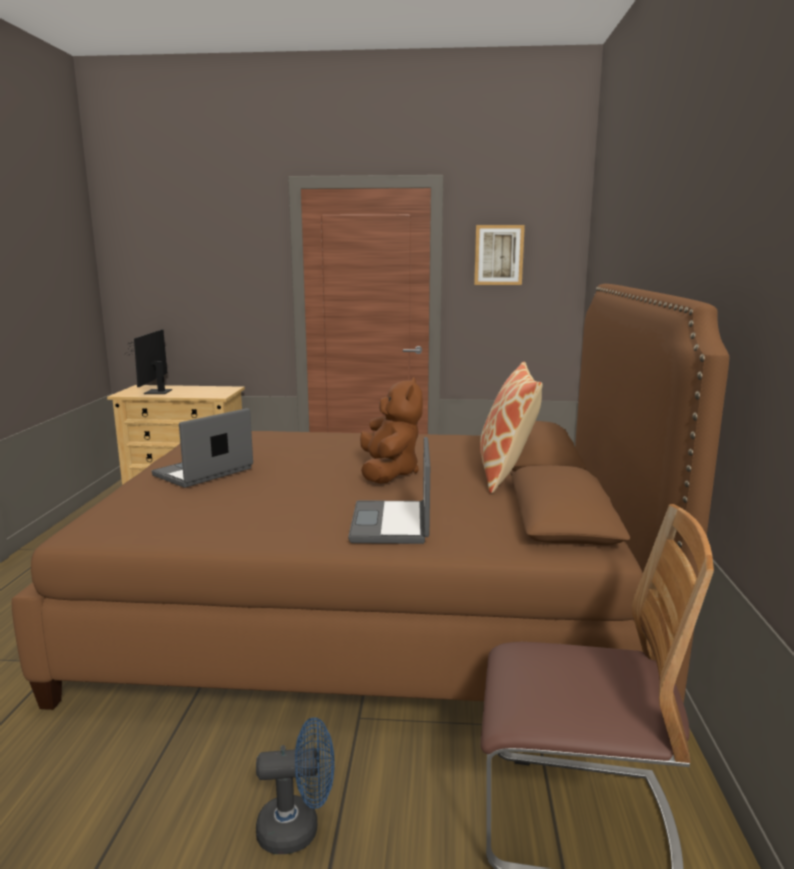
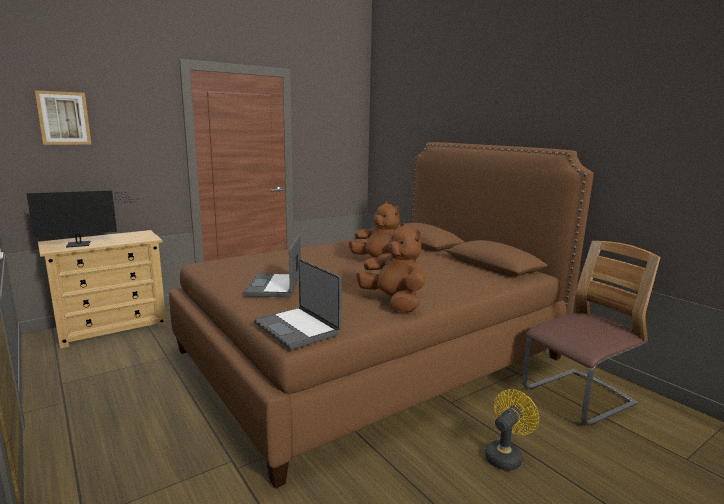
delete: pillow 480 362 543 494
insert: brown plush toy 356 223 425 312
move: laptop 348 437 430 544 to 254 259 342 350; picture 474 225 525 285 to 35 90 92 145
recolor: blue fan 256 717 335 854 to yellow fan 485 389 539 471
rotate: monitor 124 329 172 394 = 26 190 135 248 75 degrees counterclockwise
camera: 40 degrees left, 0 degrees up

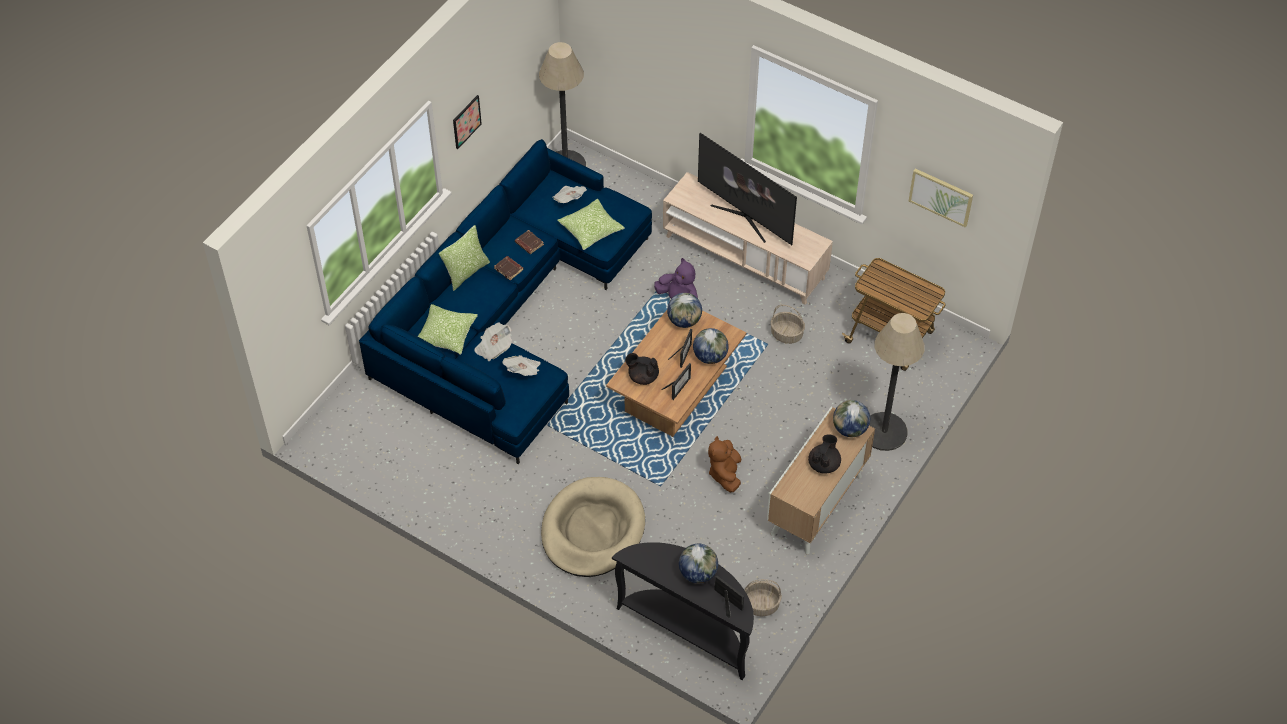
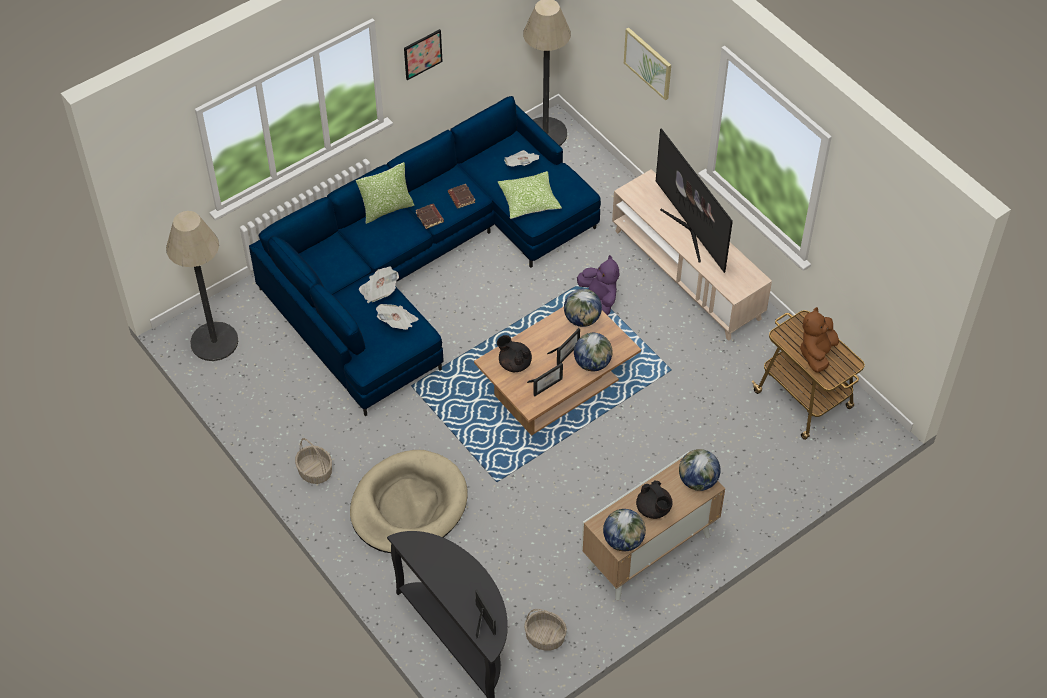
delete: pillow 418 304 478 355
move: globe 679 544 718 583 to 603 509 646 551; brown plush toy 708 436 741 492 to 800 307 839 373; basket 770 305 805 344 to 295 438 332 484; floor lamp 869 313 925 451 to 166 211 238 361; picture 909 169 973 228 to 624 27 671 100
rotate: black teapot 808 434 841 474 = 636 481 673 519 105 degrees clockwise
camera: 20 degrees right, 0 degrees up

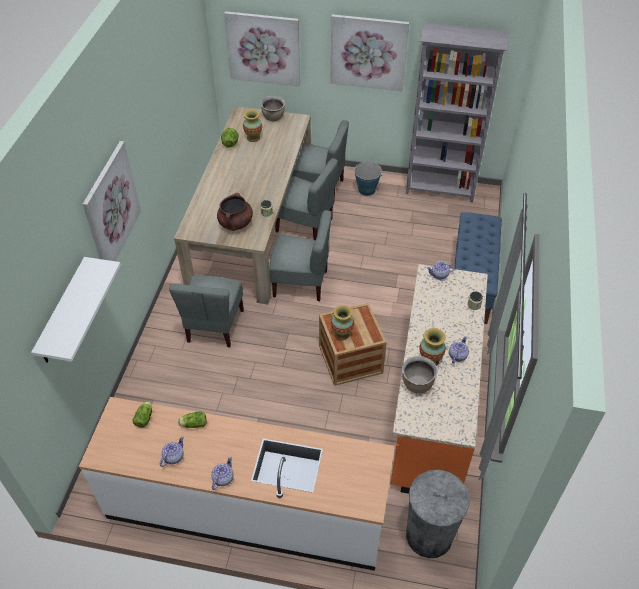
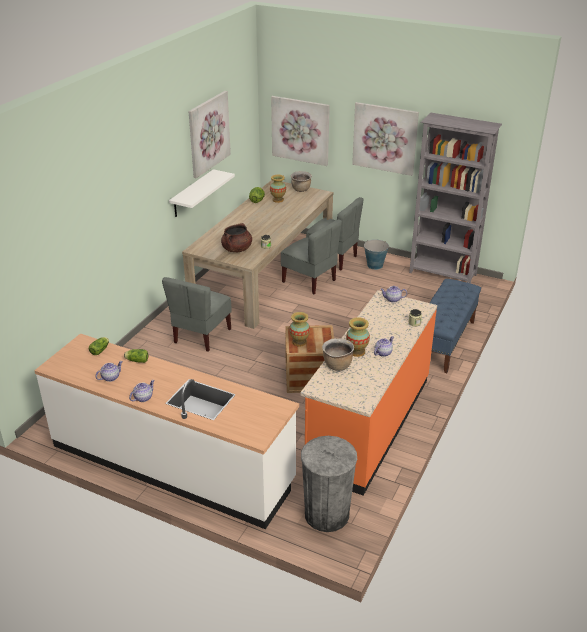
delete: grey chair 269 210 332 301
move: white shelf 31 257 121 363 to 169 169 235 217; picture 83 141 141 261 to 189 91 231 178
camera: 15 degrees right, 15 degrees down

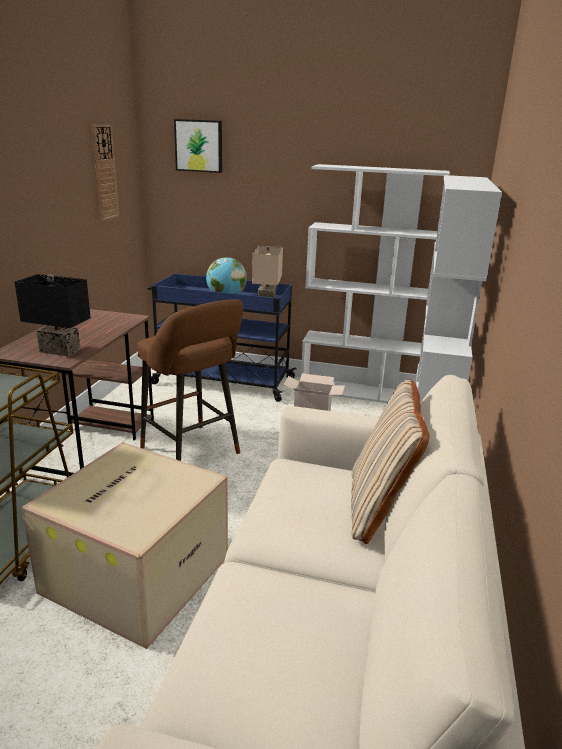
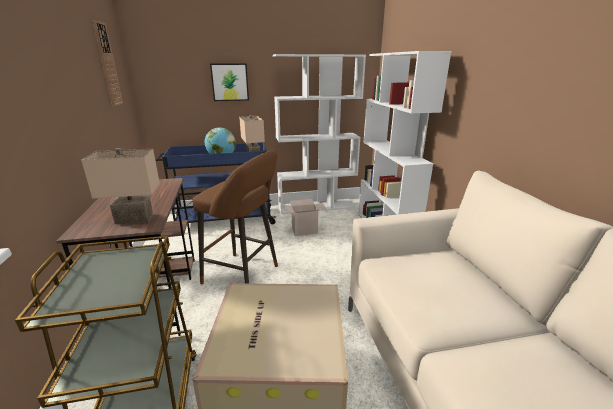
delete: beige pillow 351 379 430 544
move: picture 174 119 222 173 to 210 64 249 101
recolor: black table lamp 15 274 91 356 to beige table lamp 81 148 160 224
camera: 25 degrees left, 0 degrees up

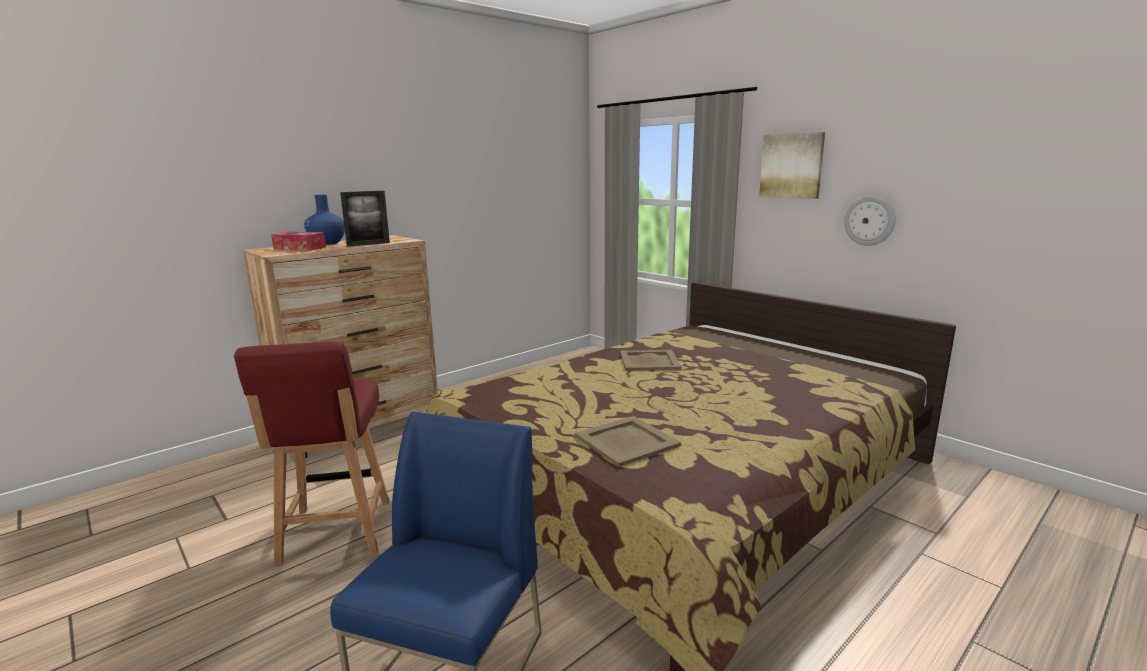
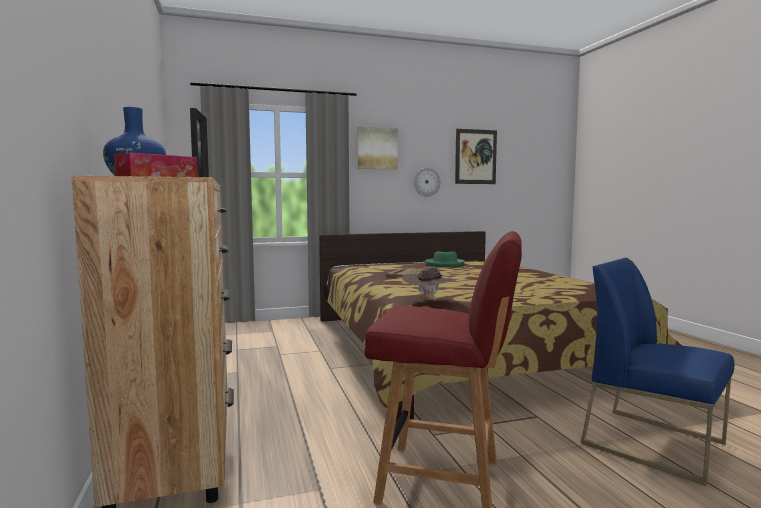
delete: beige tray 575 416 681 467
insert: brown hat 402 266 459 301; green hat 425 252 465 267; picture 455 129 497 184
camera: 65 degrees left, 10 degrees down

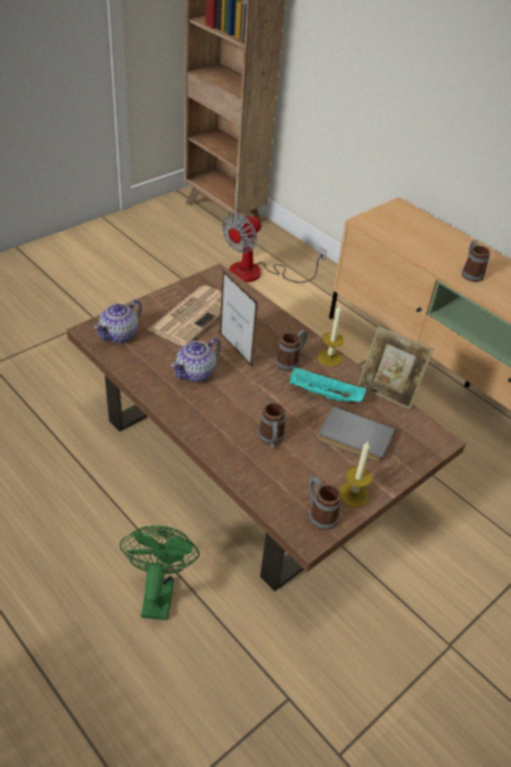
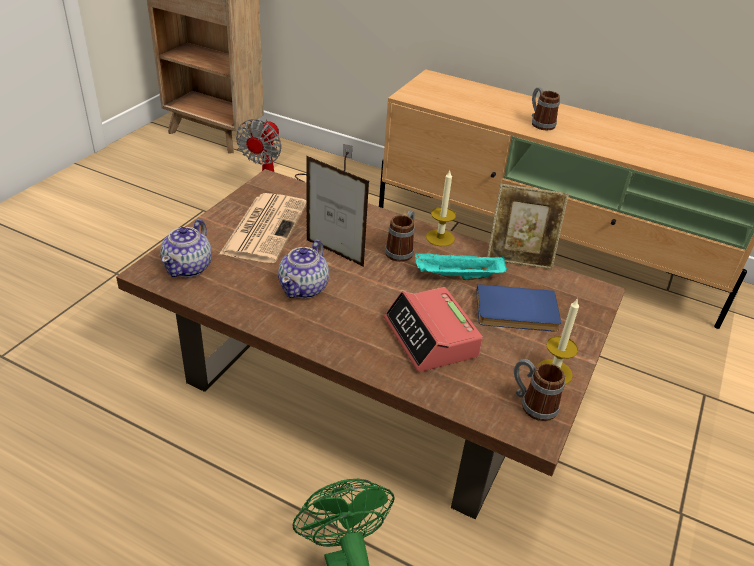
replace: mug 258 403 286 448 to alarm clock 384 287 483 372
recolor: grey book 318 406 395 463 to blue book 476 284 561 332
camera: 20 degrees left, 5 degrees down

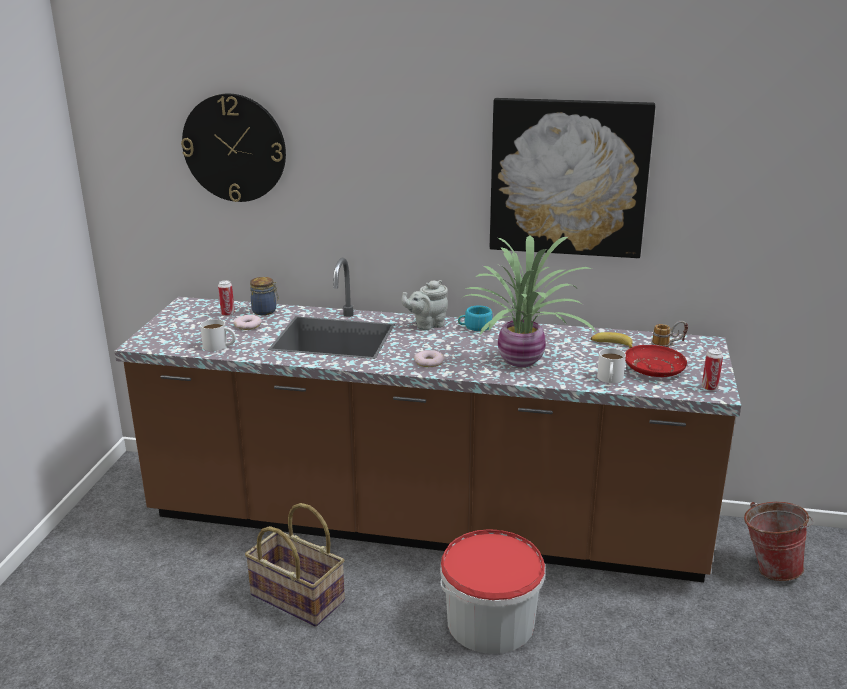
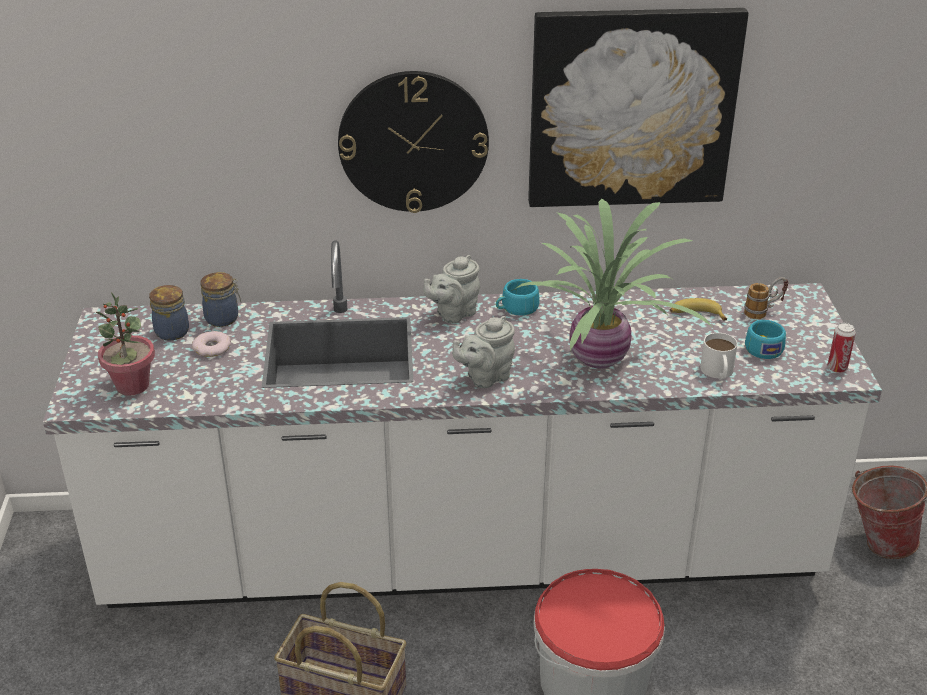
delete: white mug 200 319 236 351
insert: potted plant 96 292 155 396
move: wall clock 181 94 286 202 to 338 71 489 213
replace: can 218 280 235 316 to jar 149 285 189 341; donut 414 350 445 367 to grey teapot 452 316 515 388; red plate 625 345 687 377 to turquoise cup 745 320 786 359
recolor: brown counter 115 258 741 582 to white counter 43 240 882 608
camera: 15 degrees left, 10 degrees up

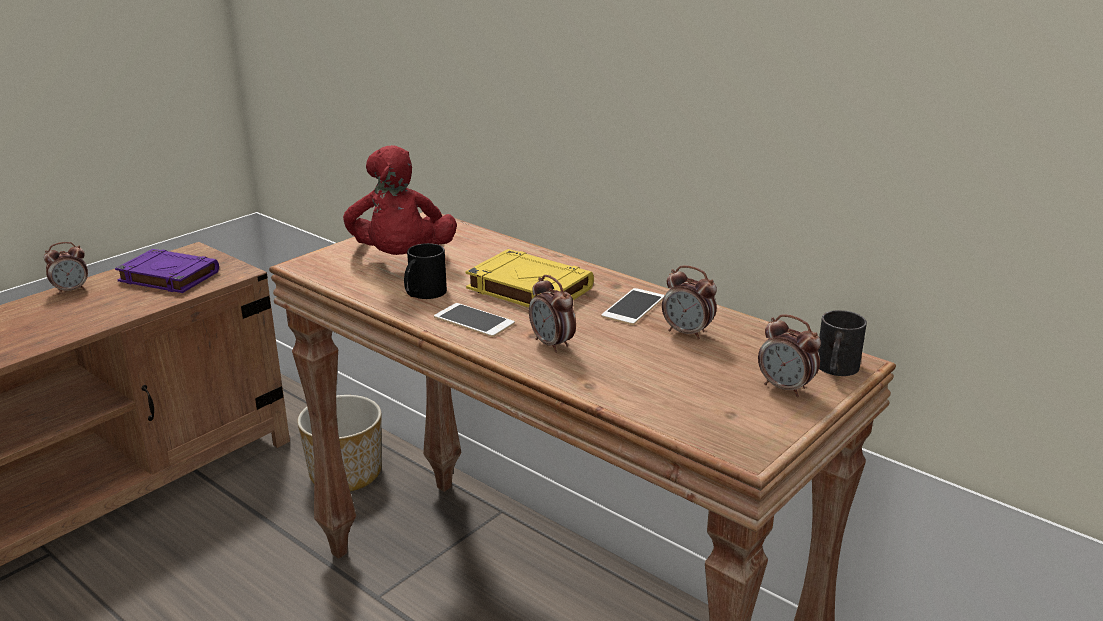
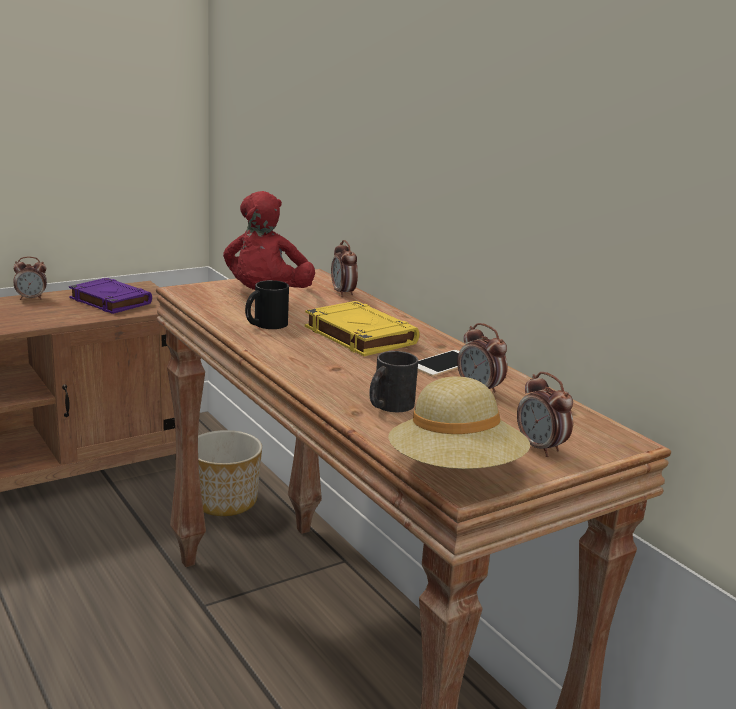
delete: phone 434 303 515 337
insert: beige hat 388 376 530 469
move: alarm clock 529 275 576 353 to 331 240 358 297; black mug 818 310 867 376 to 369 351 418 412
camera: 15 degrees right, 5 degrees down

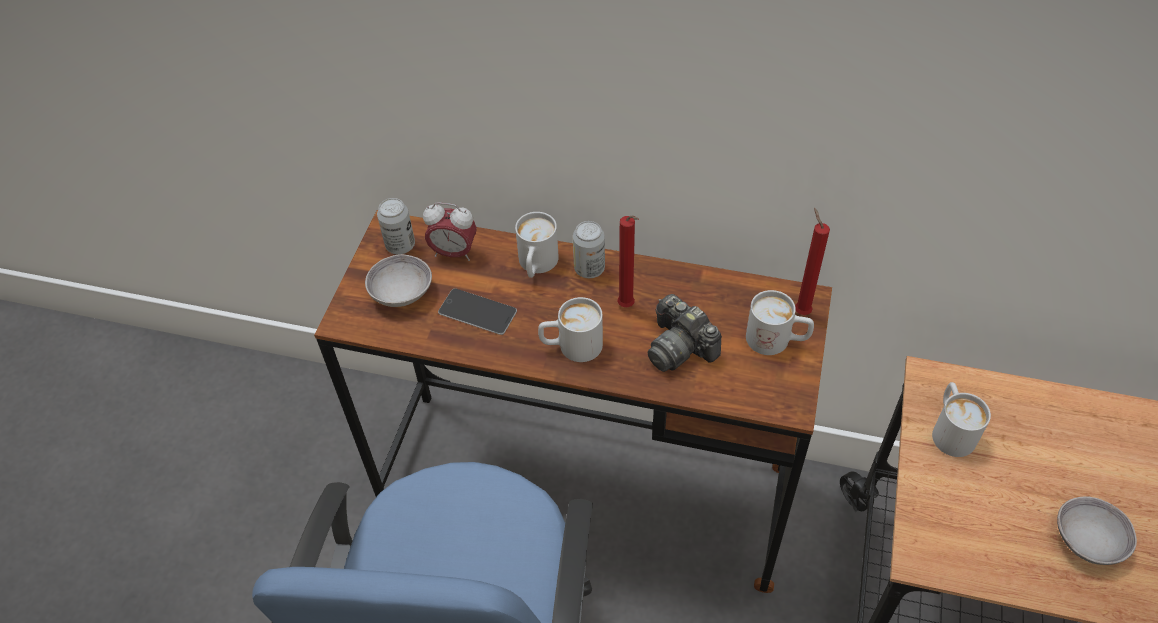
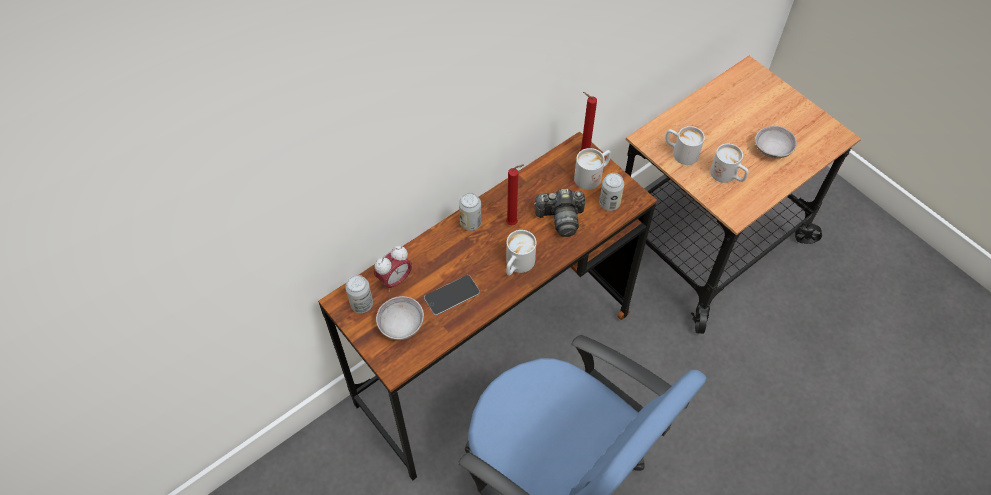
insert: can 599 173 624 211
move: white mug 515 212 559 278 to 710 143 749 183
camera: 55 degrees left, 5 degrees up

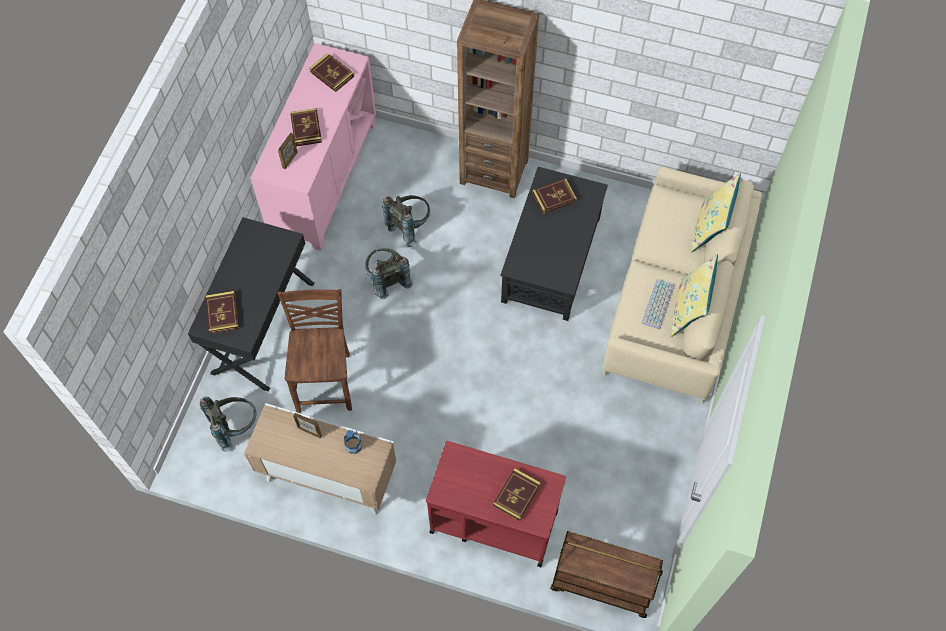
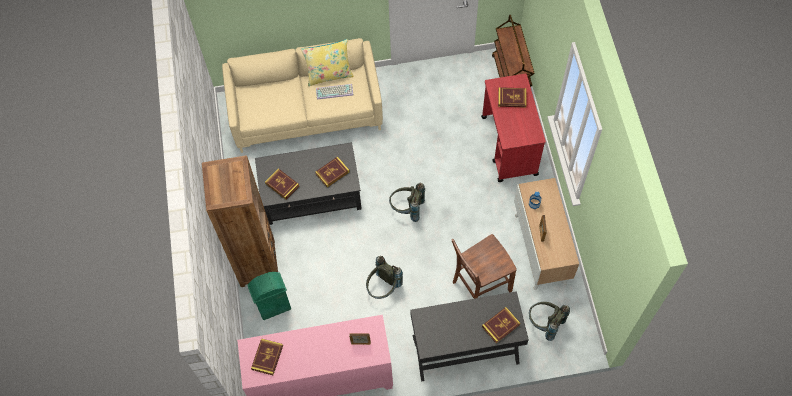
delete: yellow pillow 691 173 741 253
insert: green trash can 247 272 291 320
move: book 290 108 322 146 to 315 157 350 187; grey backpack 382 195 430 247 to 389 183 425 222
camera: 115 degrees left, 0 degrees up

